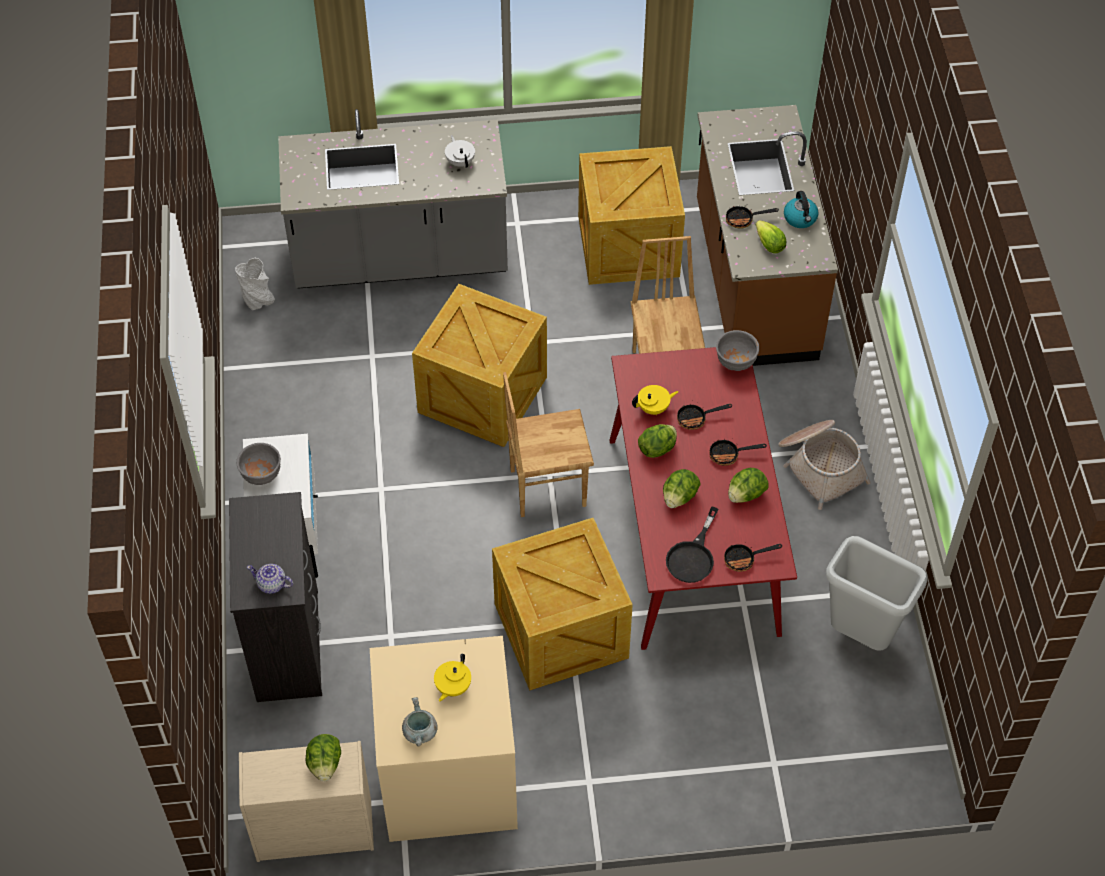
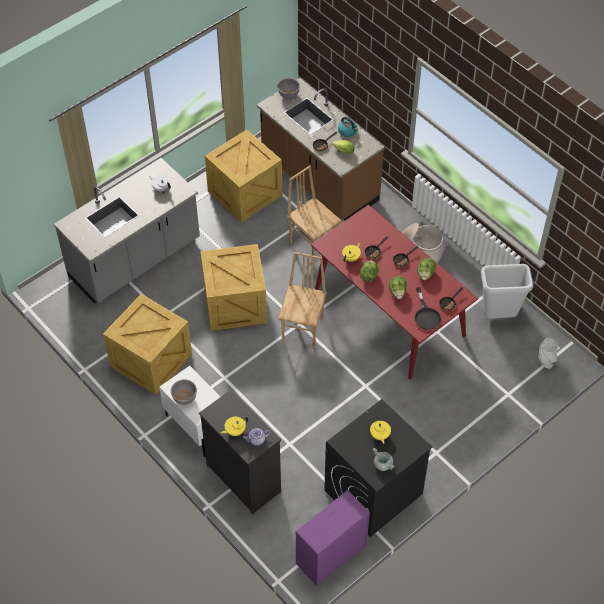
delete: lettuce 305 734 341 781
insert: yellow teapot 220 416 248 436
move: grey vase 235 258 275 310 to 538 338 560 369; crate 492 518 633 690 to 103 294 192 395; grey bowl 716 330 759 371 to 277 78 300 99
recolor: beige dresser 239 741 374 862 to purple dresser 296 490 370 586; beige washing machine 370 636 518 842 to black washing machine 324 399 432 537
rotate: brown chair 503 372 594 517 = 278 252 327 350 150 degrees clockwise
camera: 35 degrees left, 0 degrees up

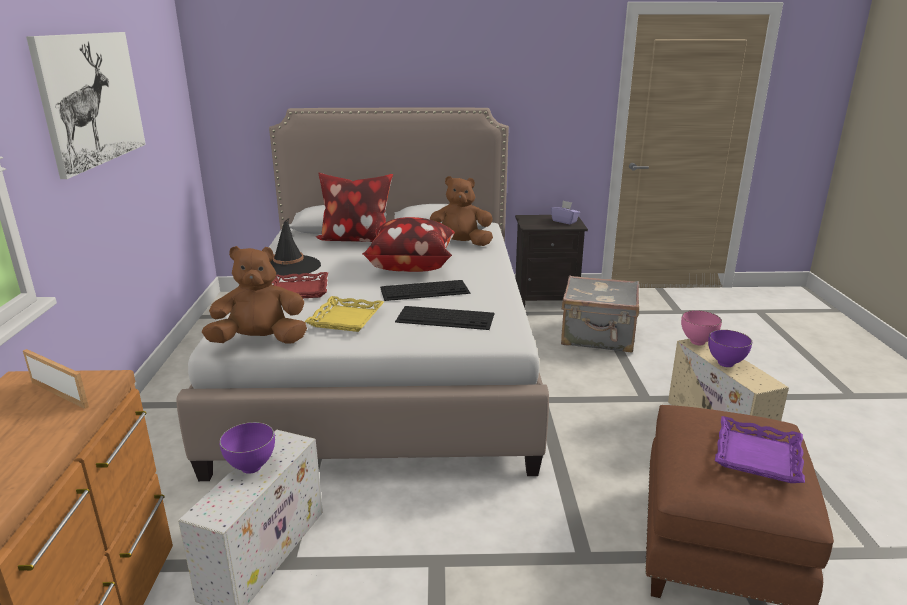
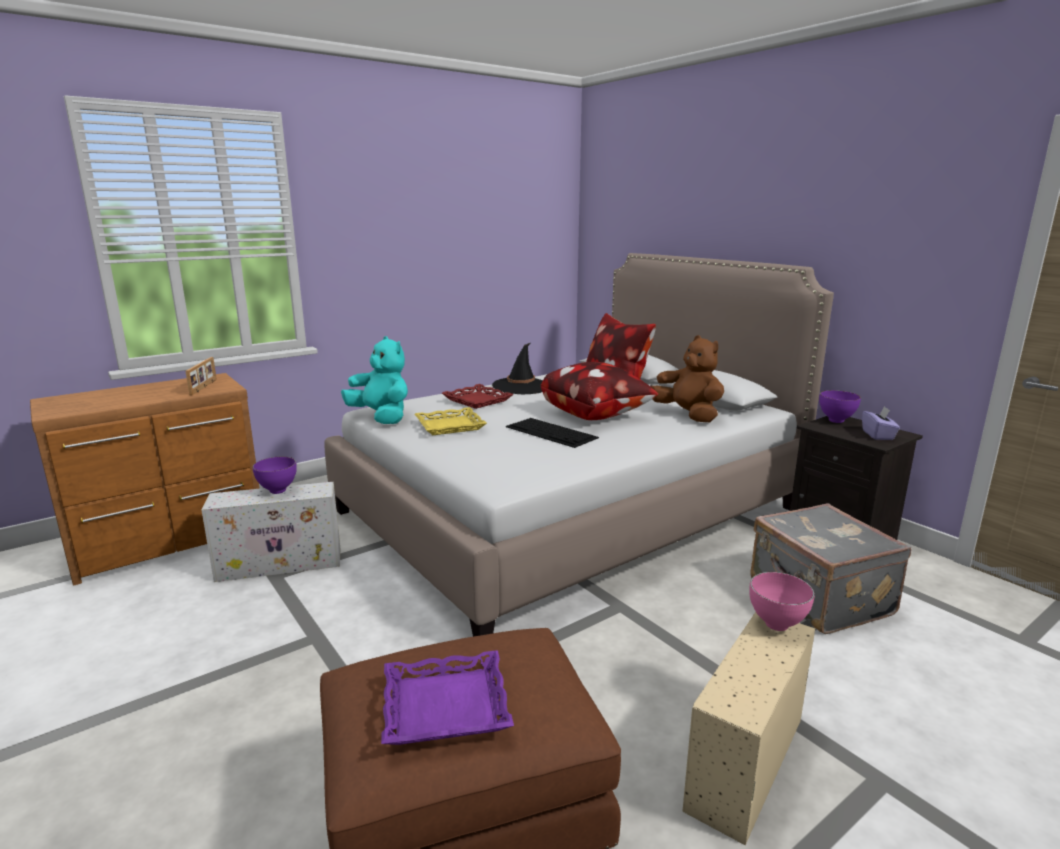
delete: picture 26 32 146 179; keyboard 395 306 495 330
move: purple bowl 708 330 752 367 to 819 390 861 423
recolor: brown plush toy 202 246 307 344 to turquoise plush toy 341 336 408 424
camera: 55 degrees right, 5 degrees down

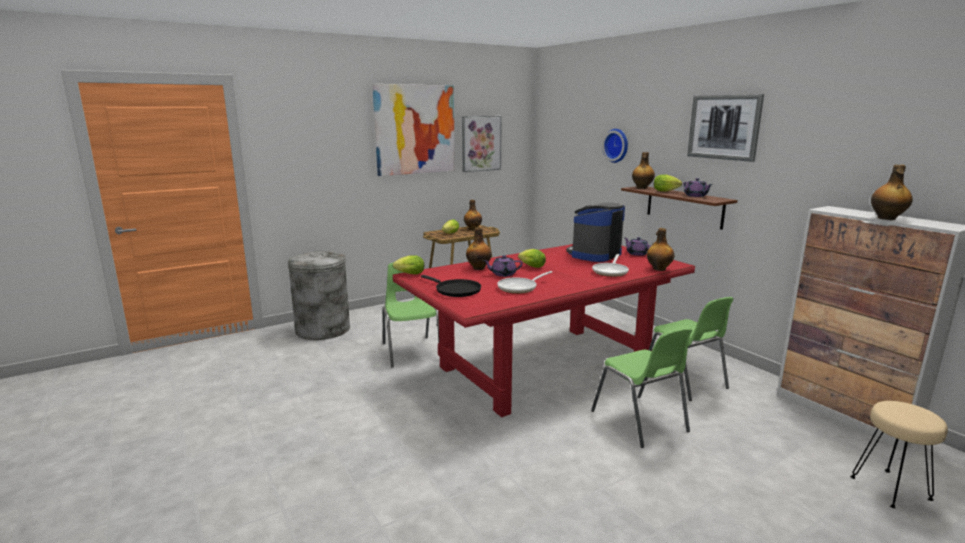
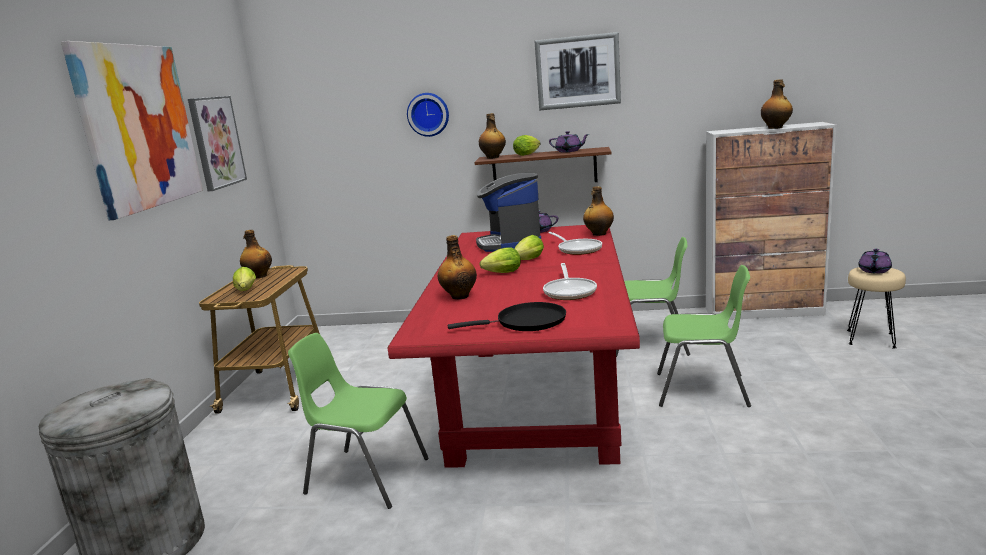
move: lettuce 393 255 424 274 to 514 235 544 260; purple teapot 483 255 523 277 to 858 249 892 274
camera: 50 degrees left, 0 degrees up

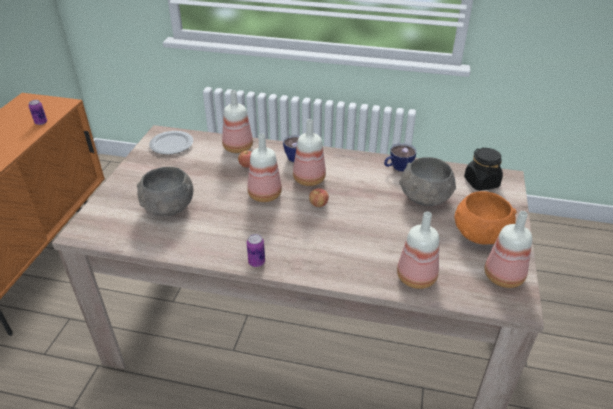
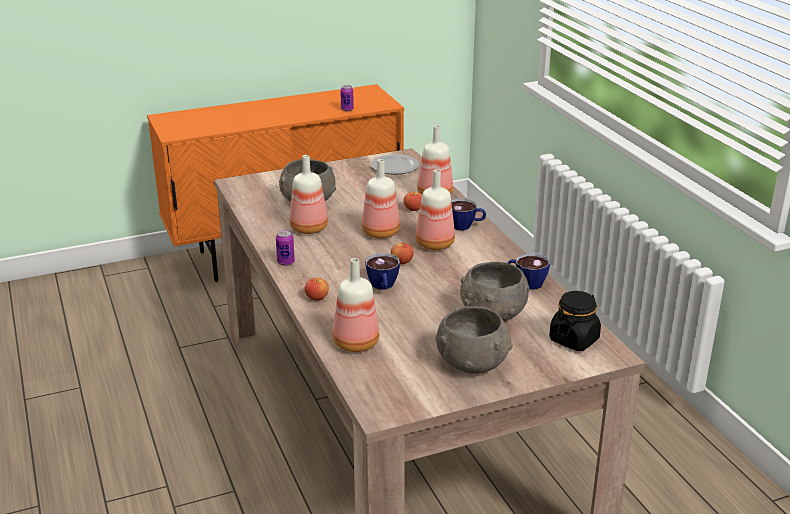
insert: apple 305 278 329 301; cup 365 253 400 290
move: bottle 484 211 532 288 to 289 155 328 234
recolor: orange bowl 454 191 517 245 to grey bowl 435 306 512 374
camera: 55 degrees right, 10 degrees down

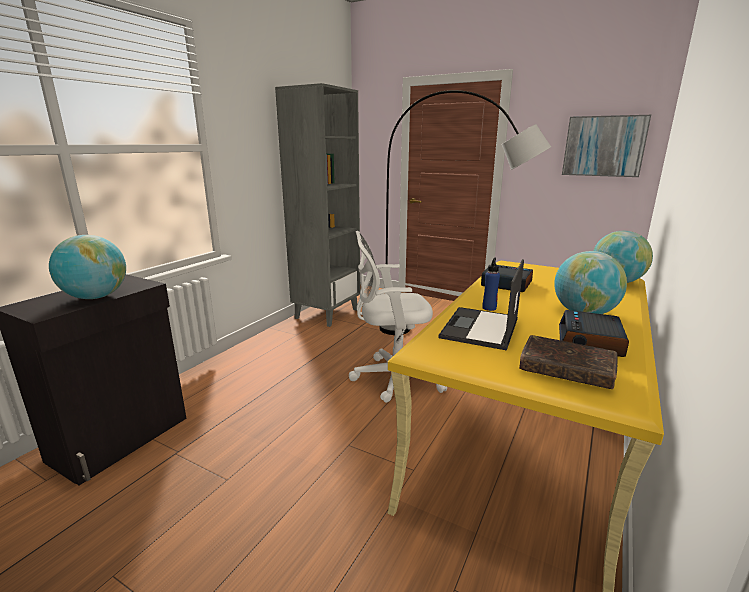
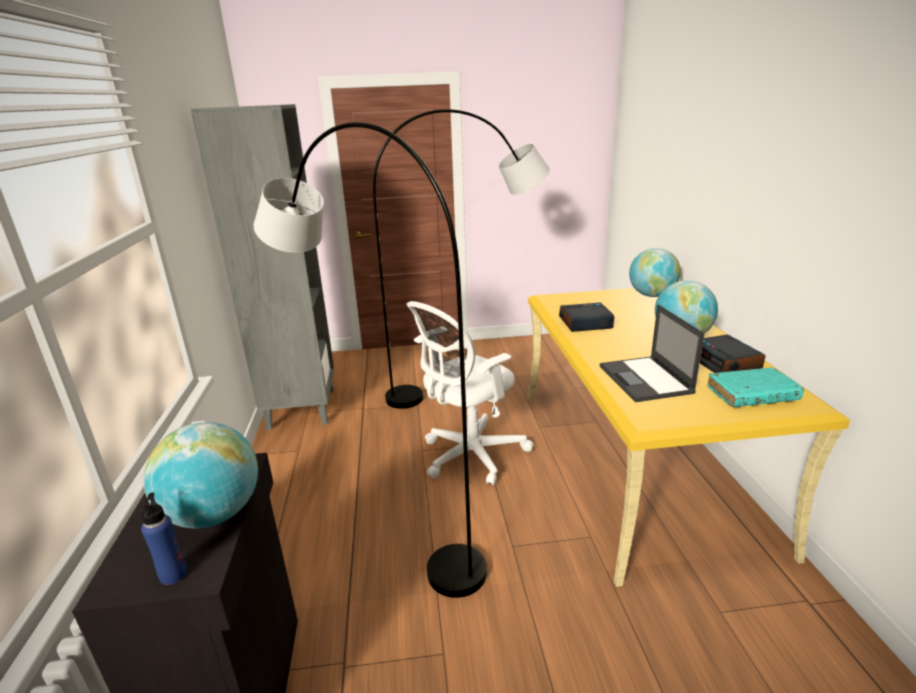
delete: picture 562 115 651 177
insert: grey floor lamp 254 122 487 598
move: blue bottle 483 257 500 311 to 141 492 187 585
recolor: brown book 519 335 618 389 to turquoise book 707 368 804 407
camera: 35 degrees left, 5 degrees up

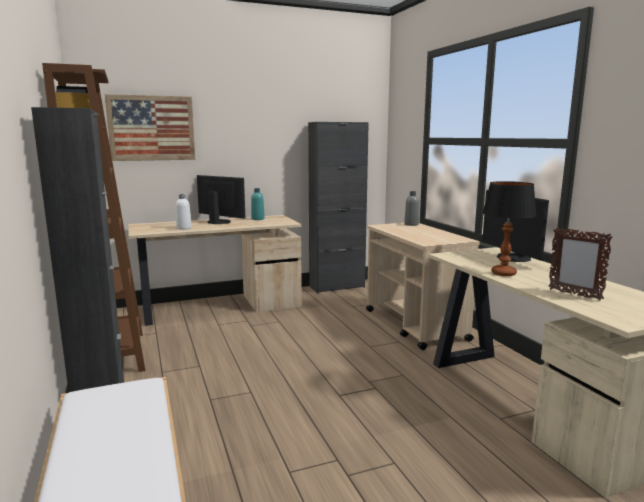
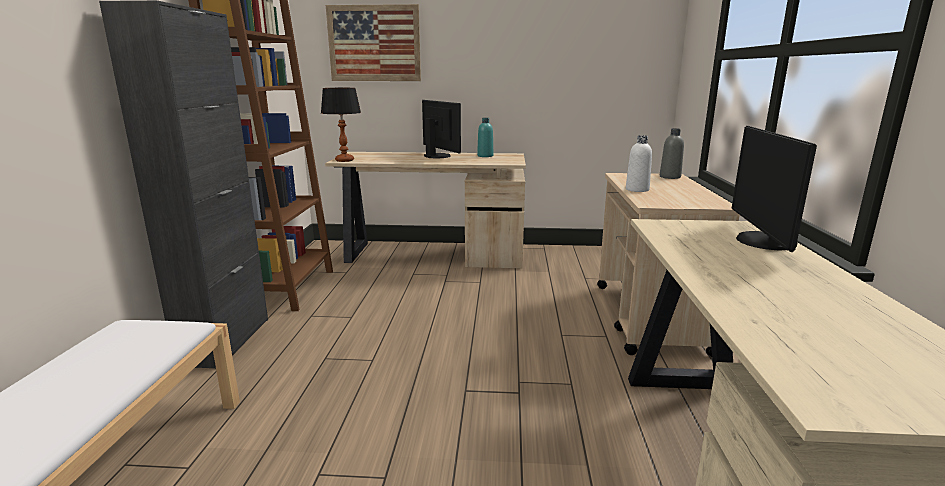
delete: black cabinet 308 122 369 293; picture frame 548 228 613 301
move: white bottle 176 194 192 230 to 626 135 652 192; table lamp 482 181 537 276 to 321 88 361 162
camera: 25 degrees right, 5 degrees up

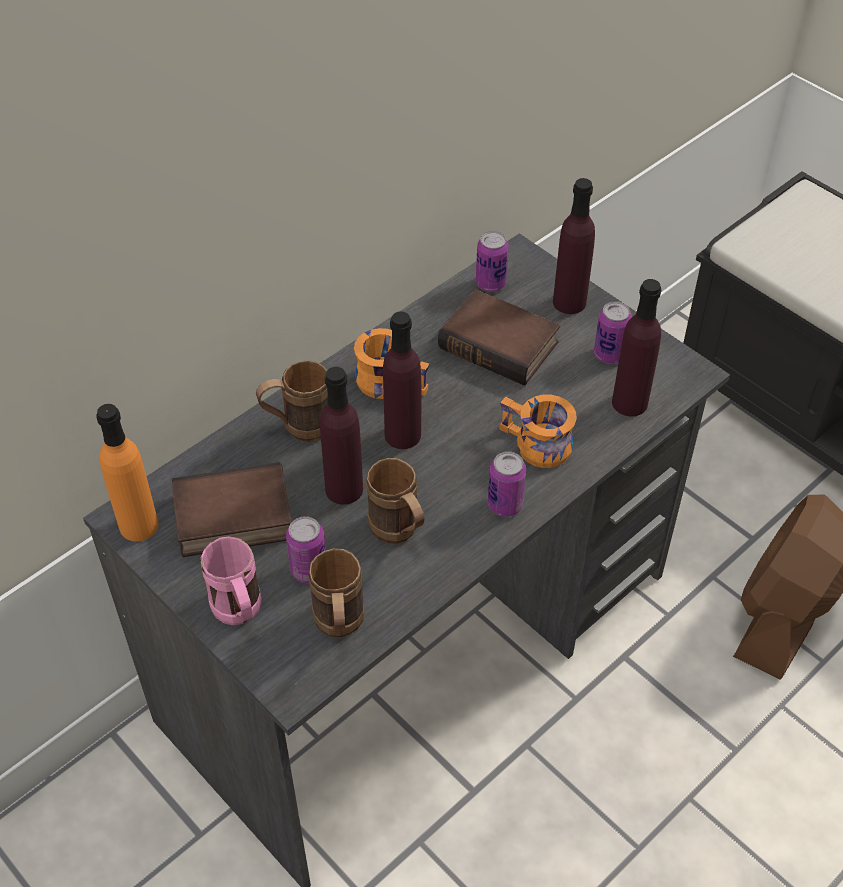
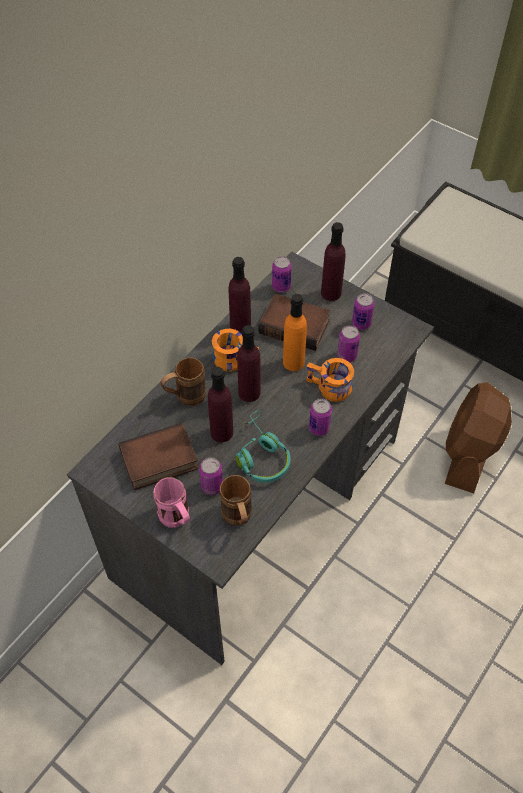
insert: can 337 325 360 362
move: orange bottle 96 404 159 541 to 283 294 307 371; purple bottle 612 279 661 416 to 229 257 251 334
replace: brown mug 366 458 424 544 to turquoise headphones 235 410 291 483
camera: 10 degrees left, 5 degrees up

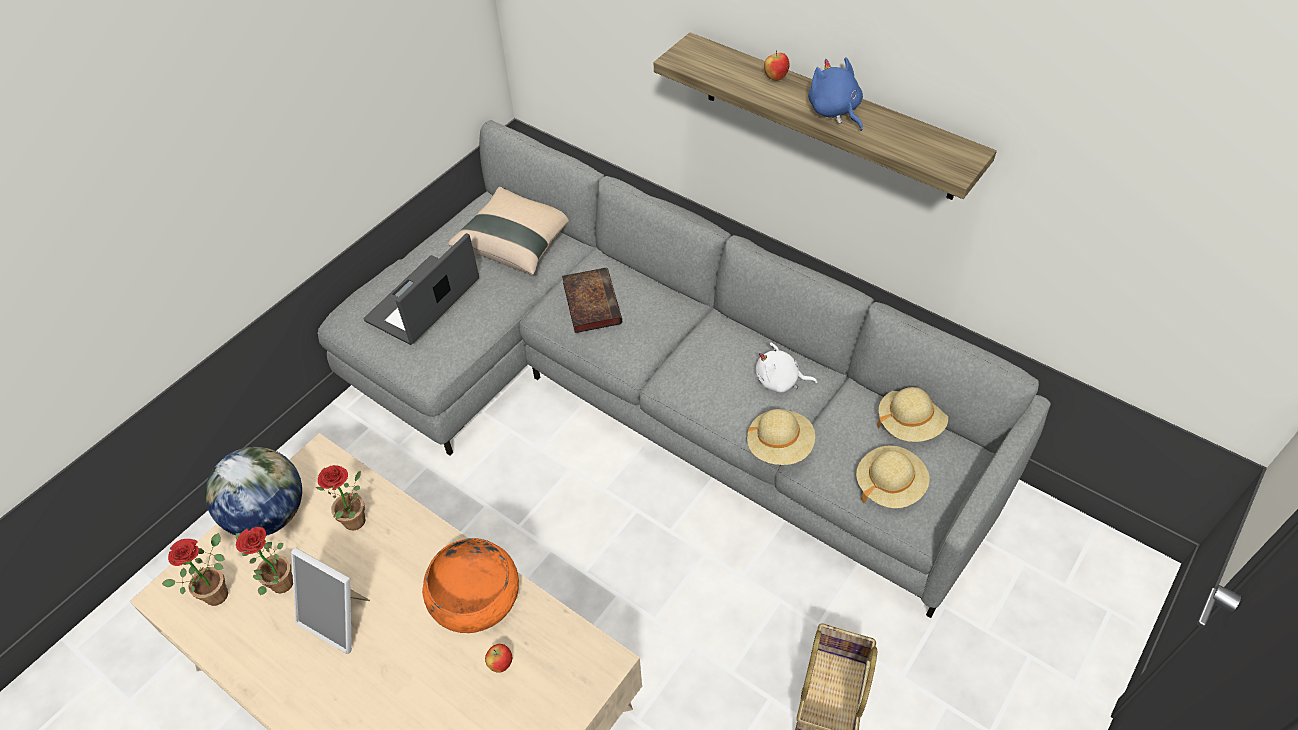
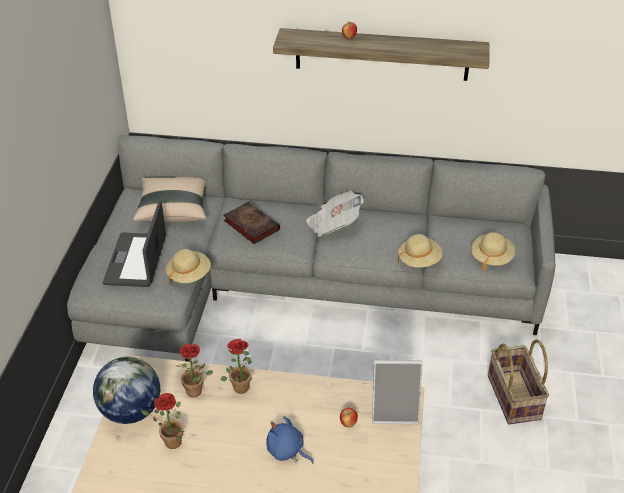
delete: orange bowl 422 538 519 633; white plush toy 755 343 817 393
insert: newspaper 306 191 364 237
move: potted plant 162 533 228 606 to 221 339 252 394; picture frame 291 548 370 654 to 372 360 423 424; blue plush toy 808 57 863 131 to 266 416 314 463; beige hat 877 387 948 442 to 166 249 211 284
camera: 30 degrees left, 10 degrees down

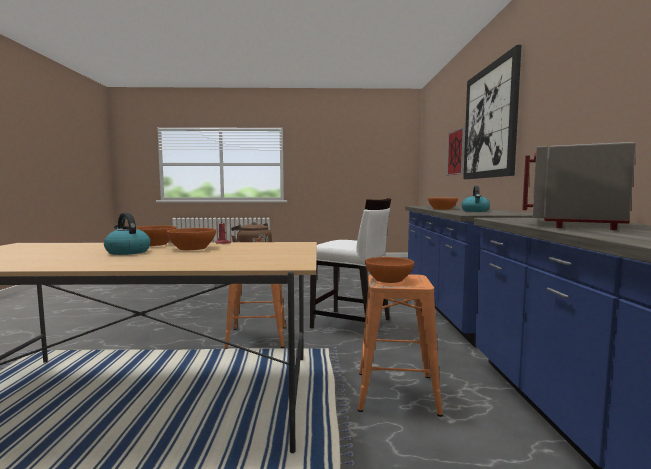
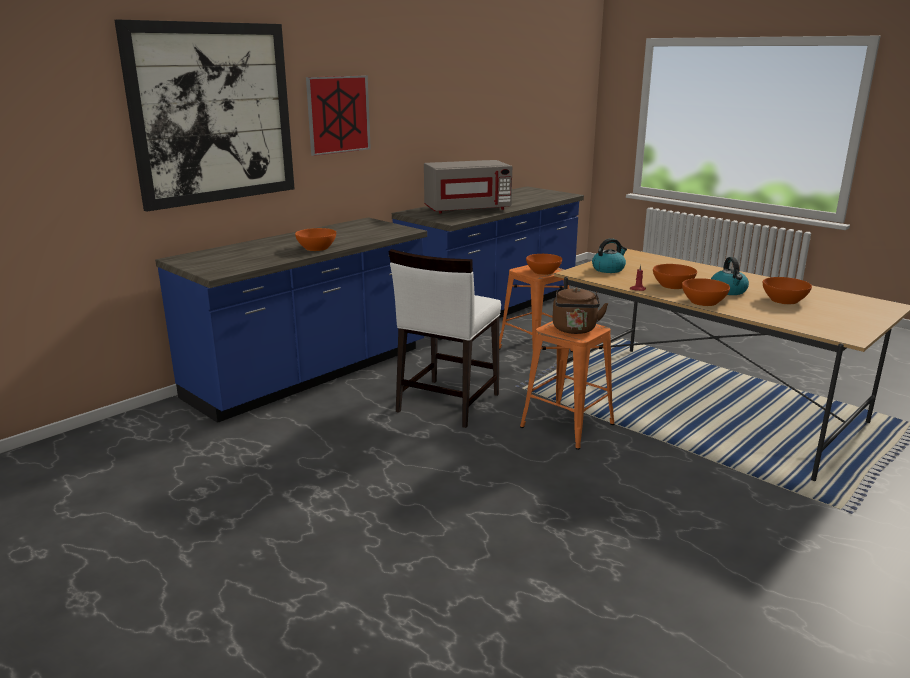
insert: orange bowl 763 277 812 304
move: picture 446 127 465 175 to 306 76 371 156; kettle 461 186 490 212 to 592 238 627 273
rotate: white chair 310 198 391 329 = 389 249 501 428 135 degrees counterclockwise
camera: 135 degrees left, 15 degrees up

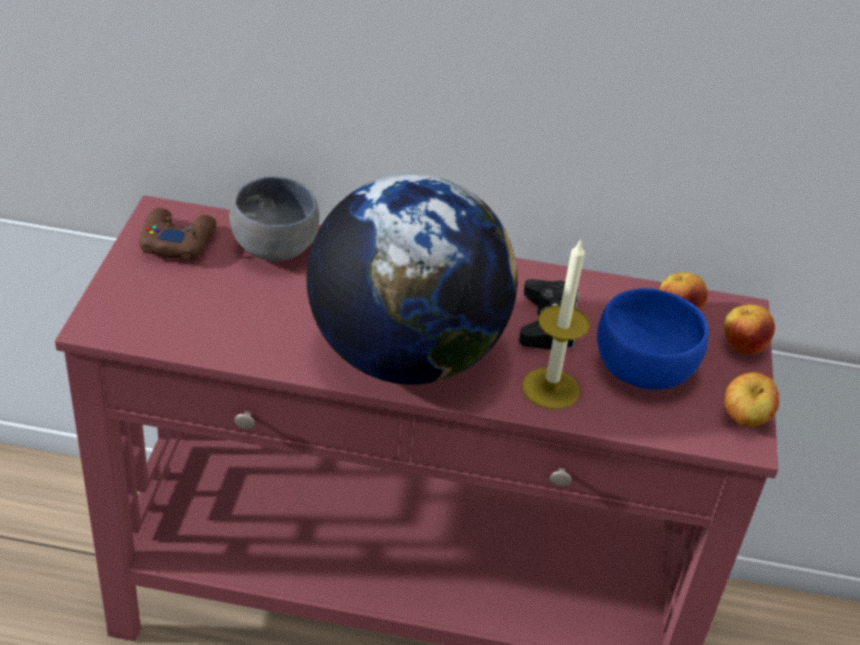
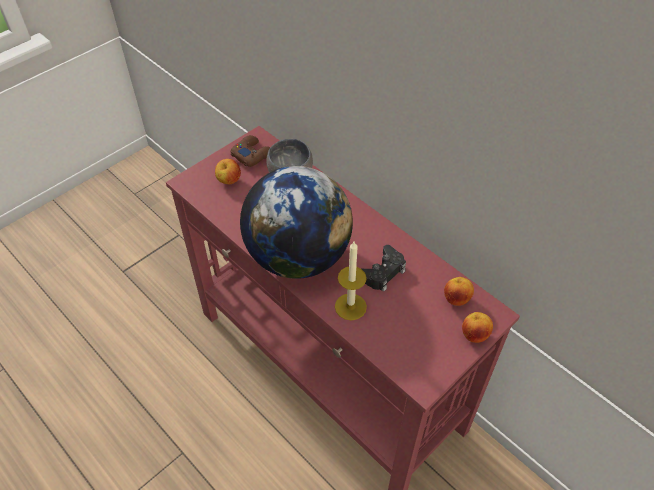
delete: blue bowl 597 288 709 390
move: apple 724 372 779 427 to 215 159 241 184
camera: 40 degrees right, 10 degrees up

